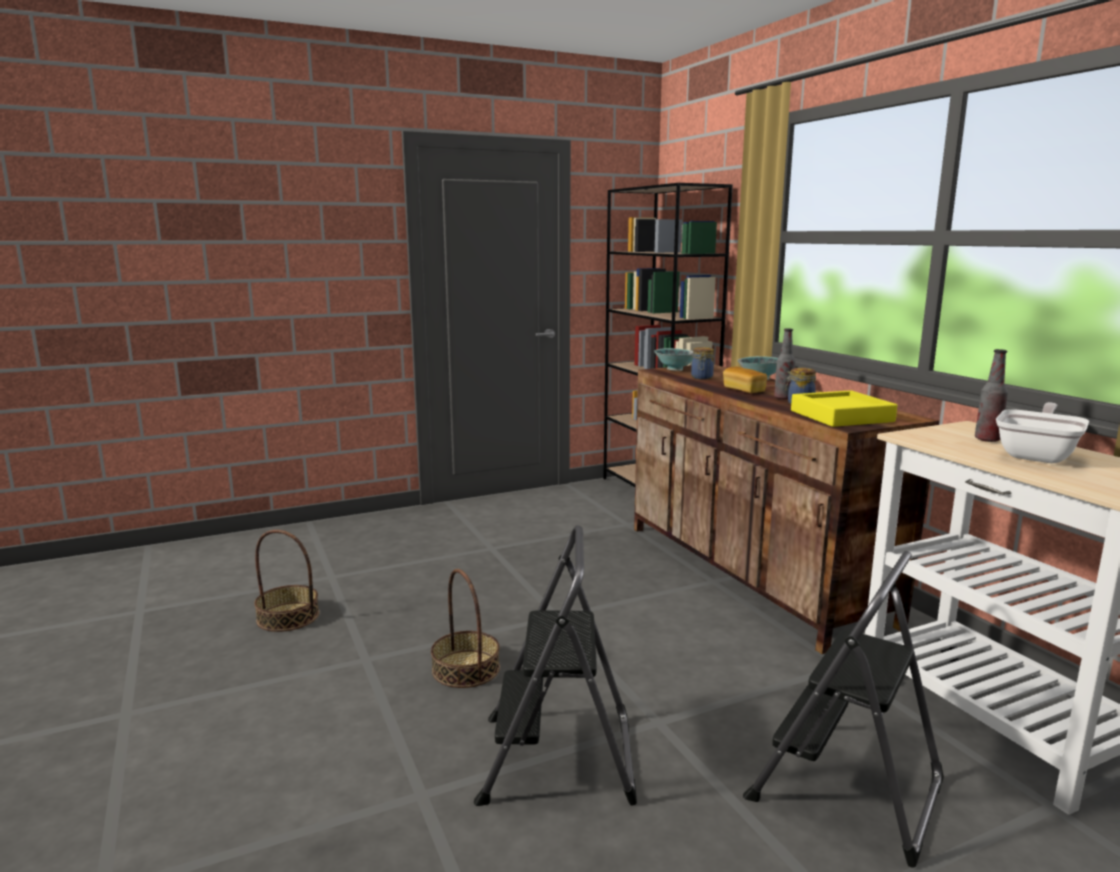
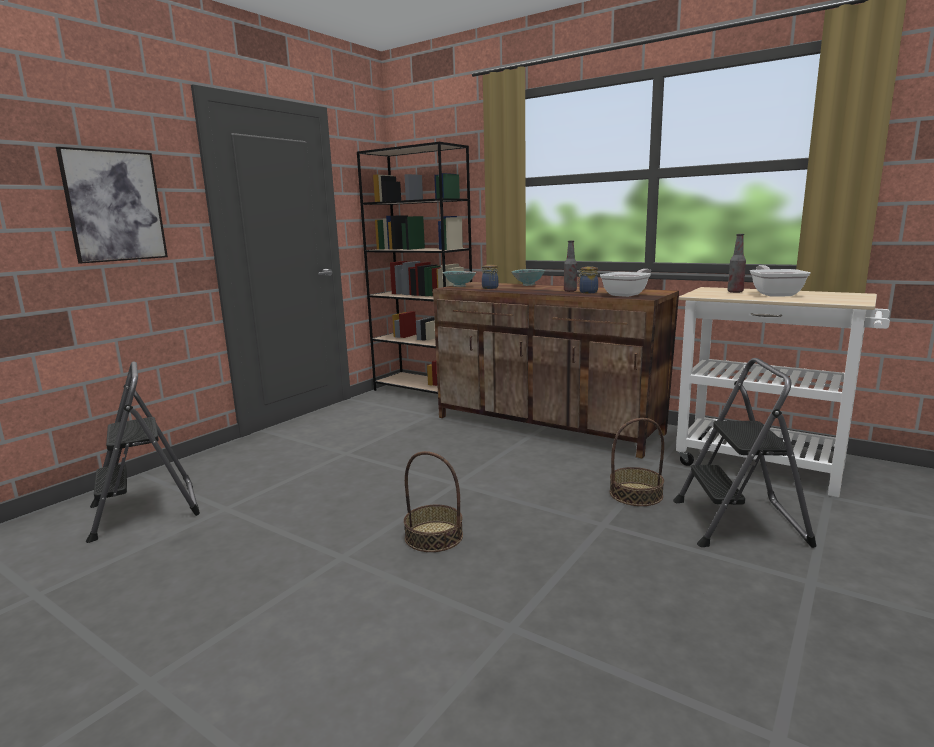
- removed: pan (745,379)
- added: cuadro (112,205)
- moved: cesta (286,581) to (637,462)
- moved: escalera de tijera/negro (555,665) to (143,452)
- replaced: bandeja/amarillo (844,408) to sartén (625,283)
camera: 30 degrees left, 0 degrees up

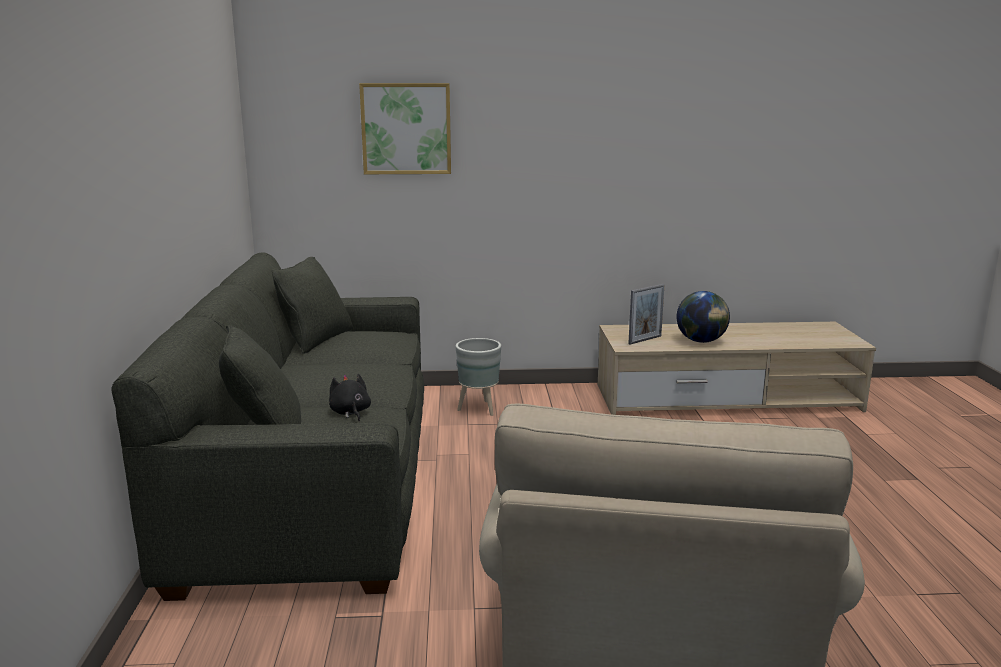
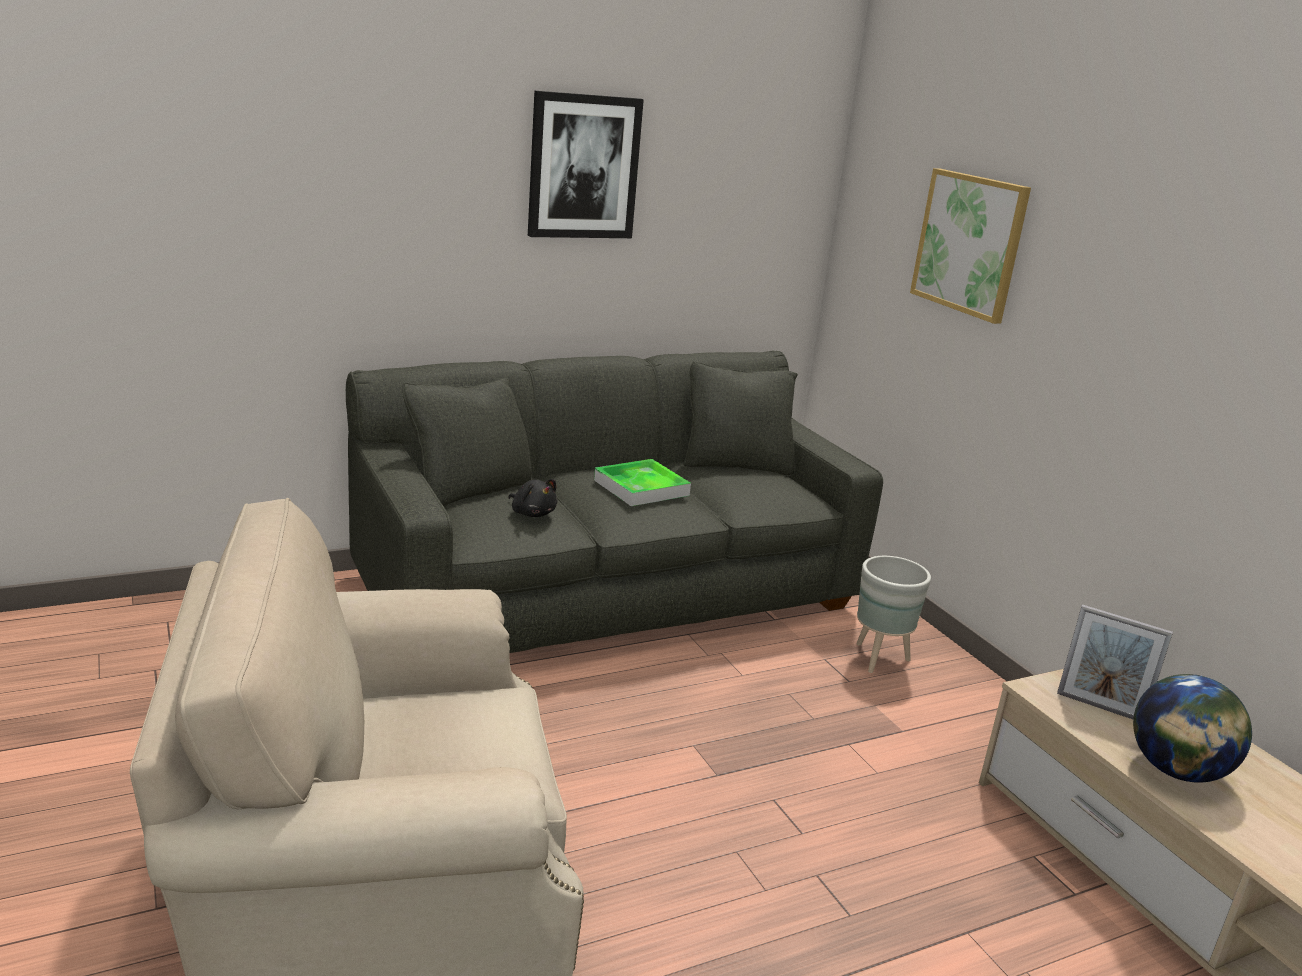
- added: cuadro (586,164)
- added: bandeja (642,482)
- turned: peluche/negro (350,398) = (532,498) 90 degrees clockwise
camera: 65 degrees right, 5 degrees up

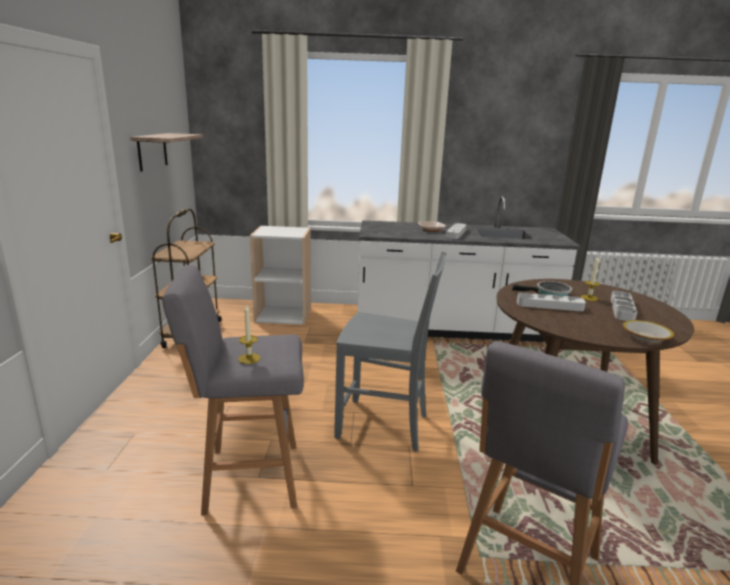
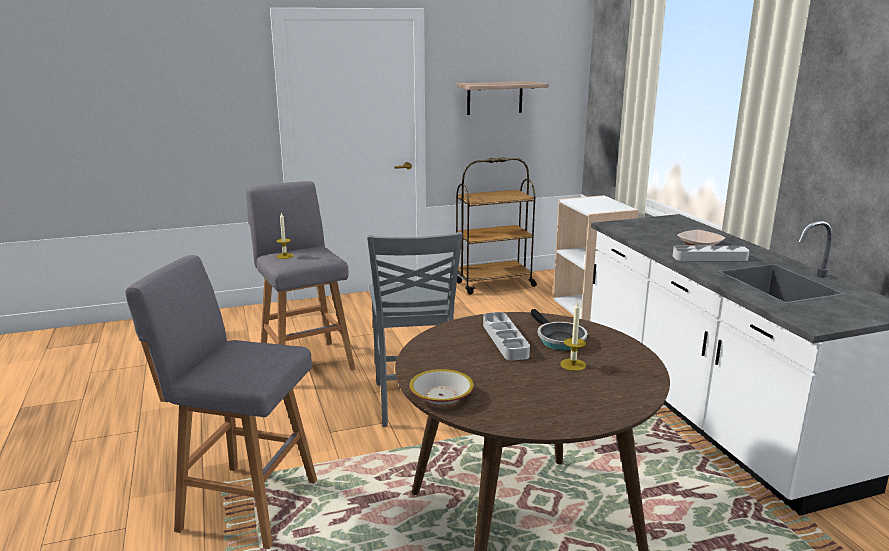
- removed: bandeja/gris (624,306)
camera: 70 degrees right, 0 degrees up

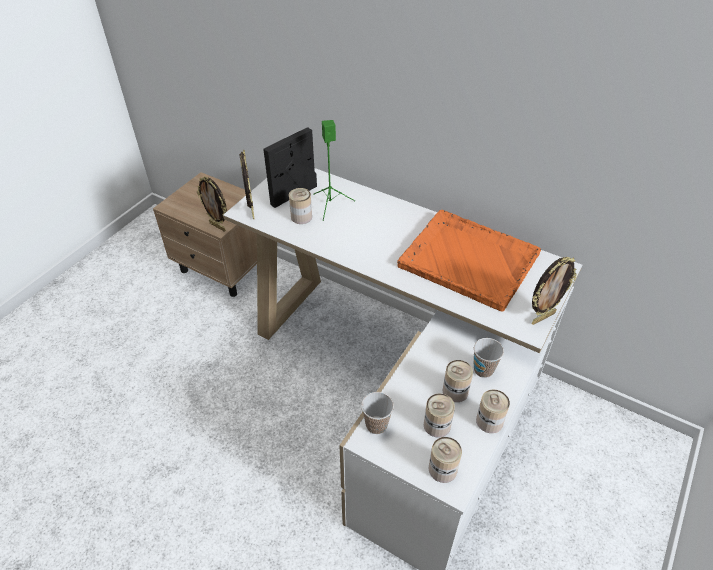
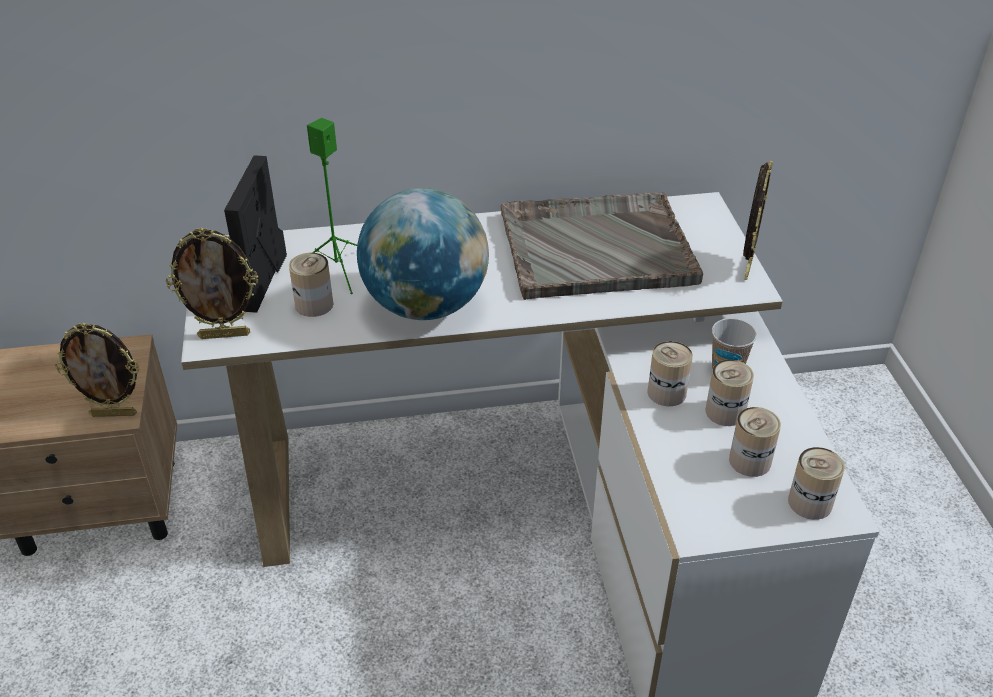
- removed: taza (377,413)
- added: globo terráqueo (423,254)
- moved: lata (493,411) to (670,373)
- recoloured: bandeja/naranja (469,261) to bandeja/gris (602,246)
- turned: portarretratos (247,184) = (212,283) 135 degrees clockwise
camera: 40 degrees left, 5 degrees down

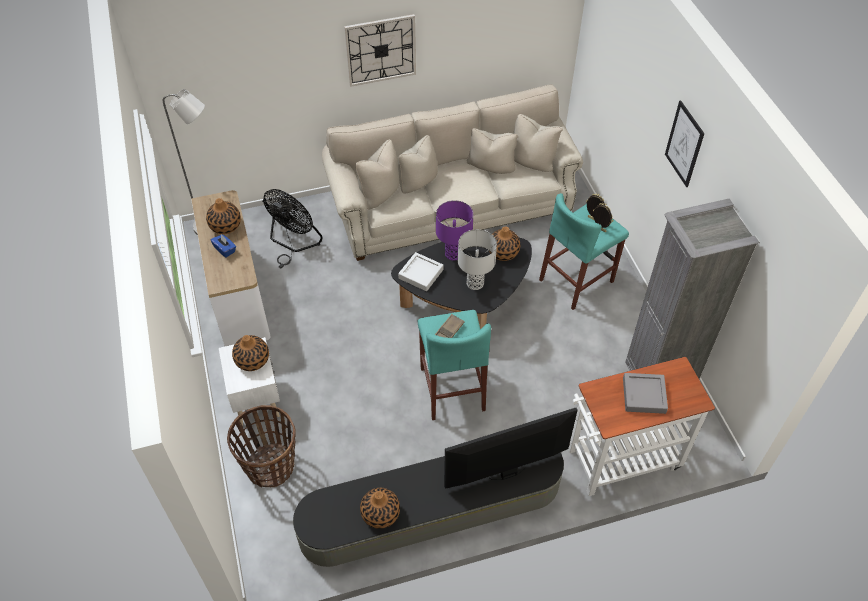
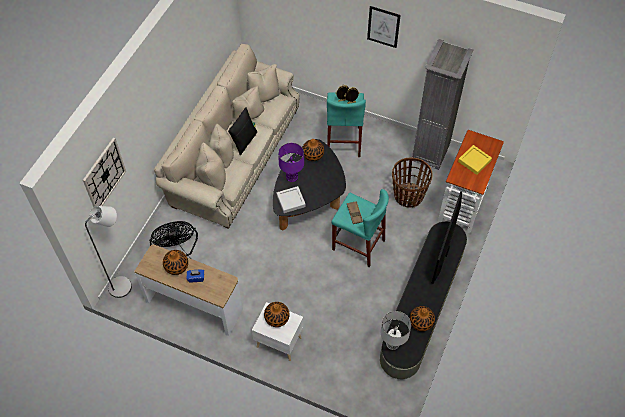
- added: cojín/negro (242,131)
- moved: cesta (261,446) to (412,182)
- moved: reloj de pared (380,50) to (104,172)
- moved: lámpara de mesa/blanco (477,259) to (396,330)
- recoloured: bandeja/gris (645,393) to bandeja/amarillo (475,160)
camera: 50 degrees left, 5 degrees up

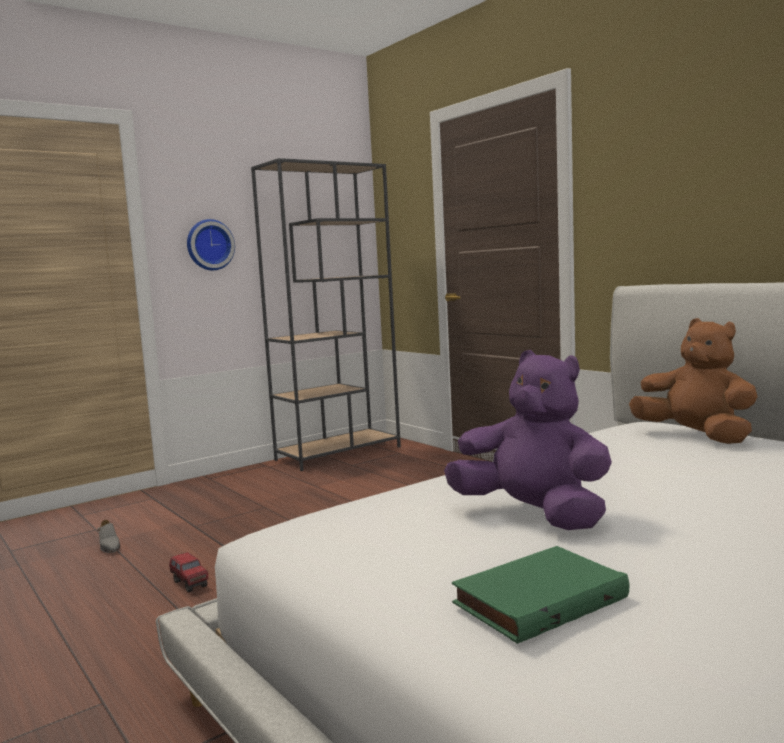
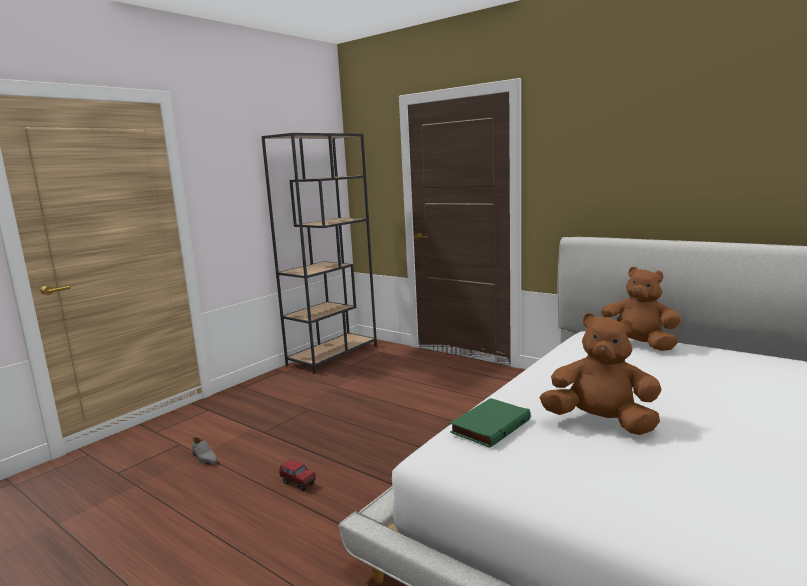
- removed: reloj de pared (211,244)
- moved: libro/verde (540,595) to (490,423)
- recoloured: peluche/morado (528,440) to peluche/marrón (600,374)
camera: 15 degrees left, 5 degrees up

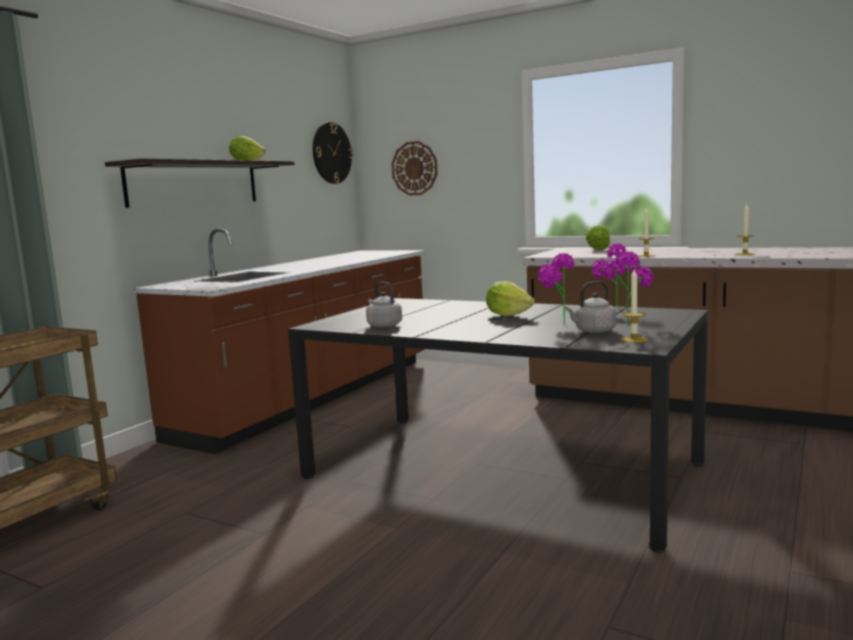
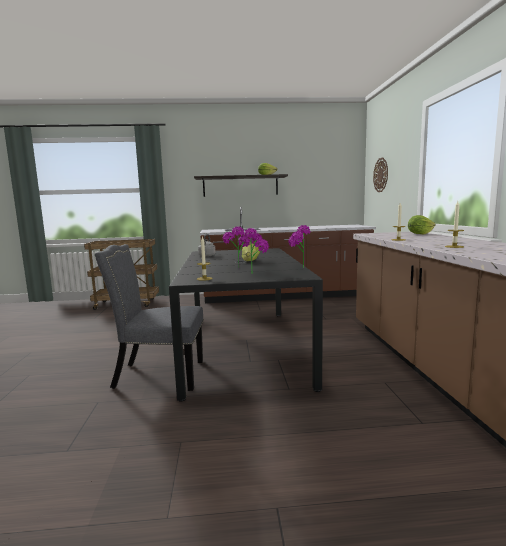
- removed: reloj de pared (333,153)
- removed: hervidor/gris (591,307)
- added: silla/gris (149,317)
camera: 55 degrees right, 0 degrees up

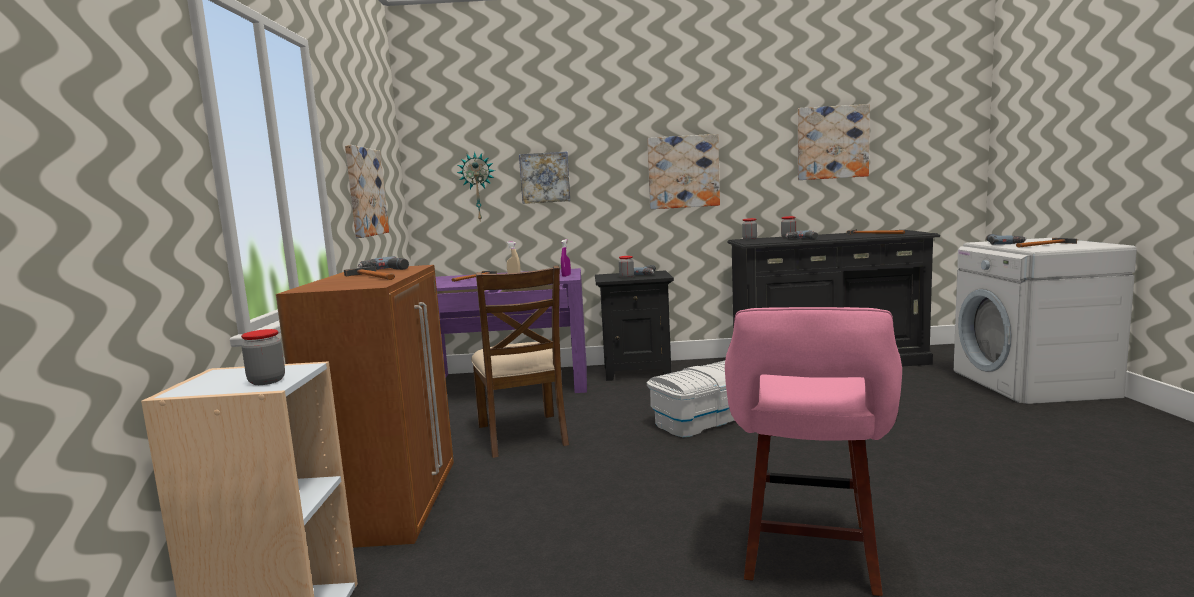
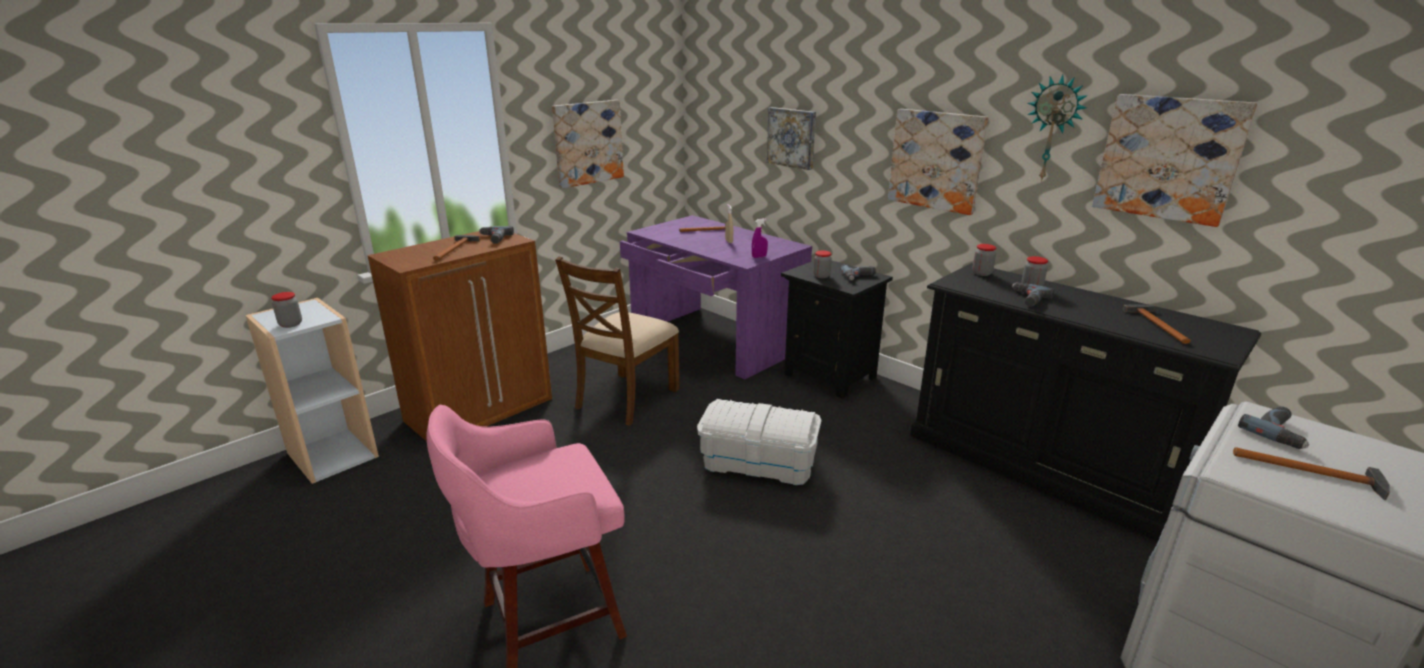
- moved: reloj de pared (476,186) to (1057,128)
camera: 45 degrees right, 15 degrees up

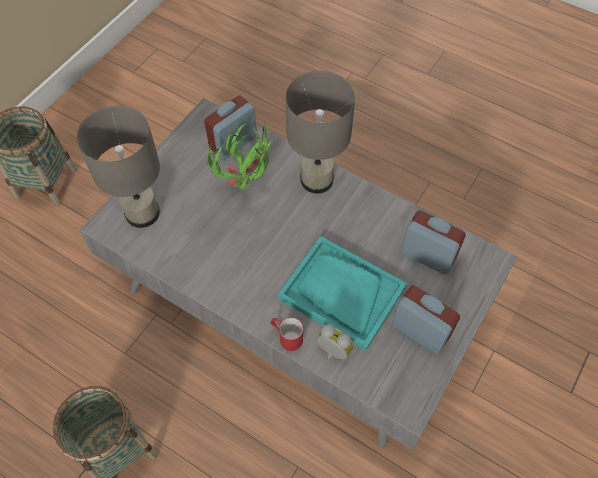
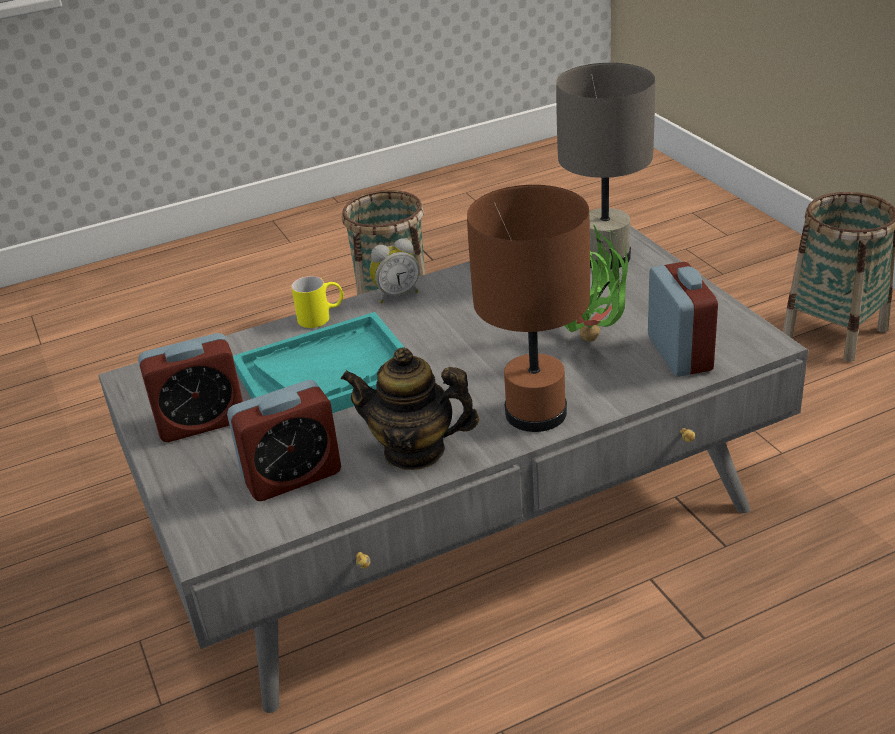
- added: tetera (410,408)
- moved: despertador (335,342) to (394,270)
- recoloured: taza grande/rojo (286,334) to taza grande/amarillo (317,302)
- recoloured: lámpara de mesa/gris (320,132) to lámpara de mesa/marrón (528,308)
camera: 125 degrees right, 25 degrees down

